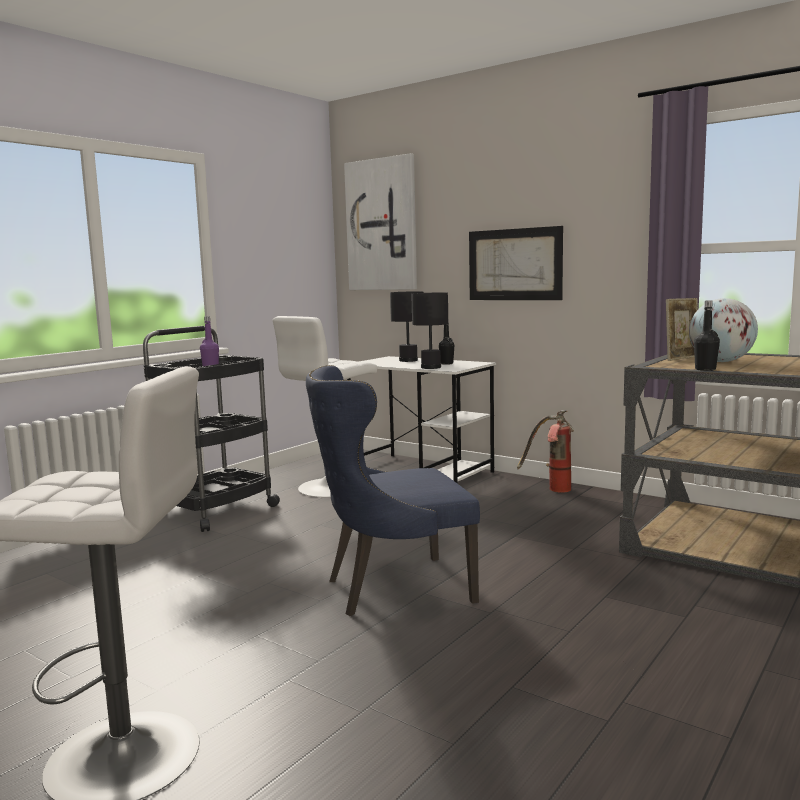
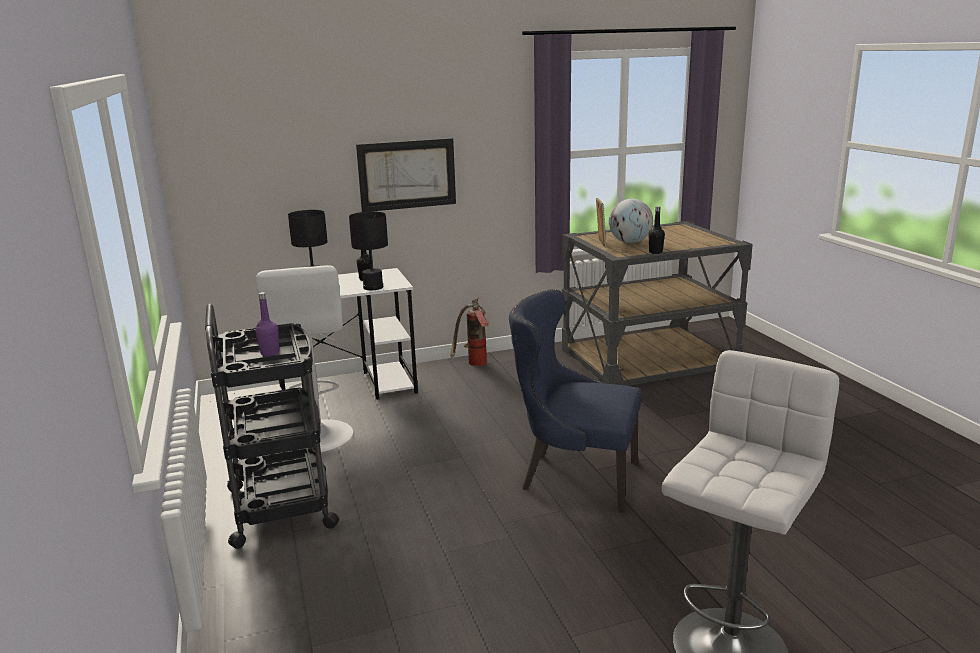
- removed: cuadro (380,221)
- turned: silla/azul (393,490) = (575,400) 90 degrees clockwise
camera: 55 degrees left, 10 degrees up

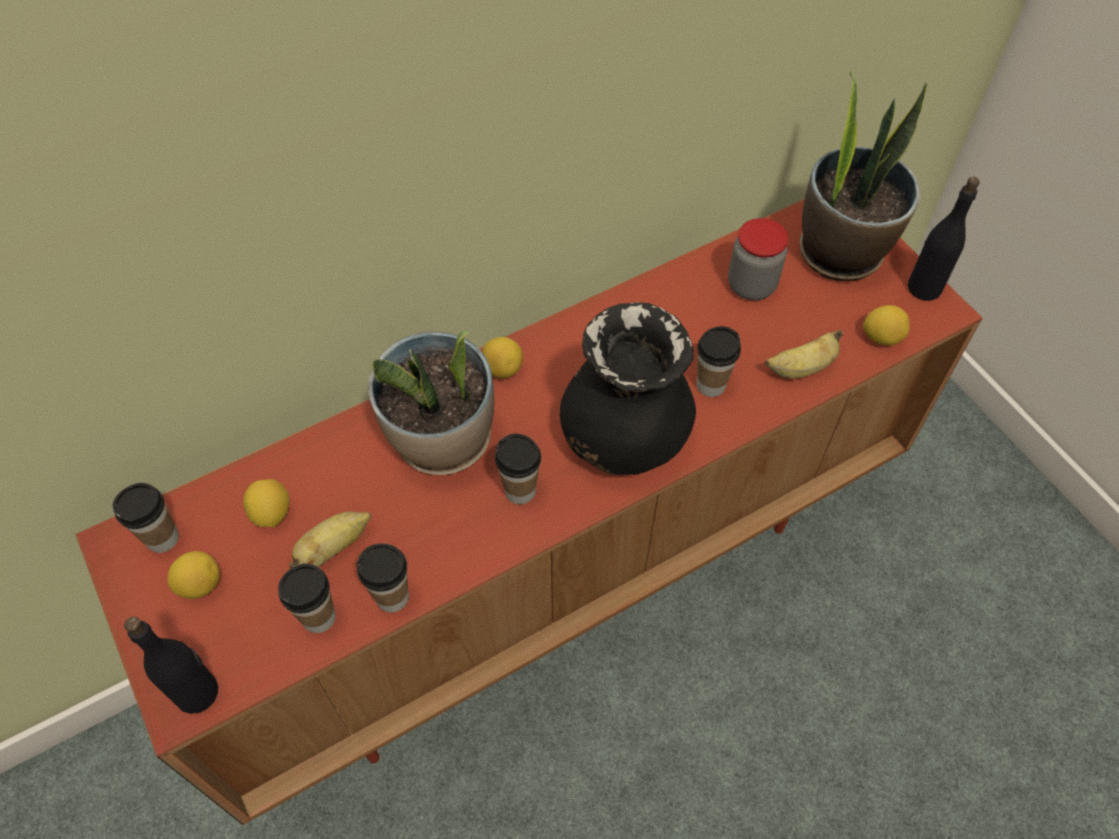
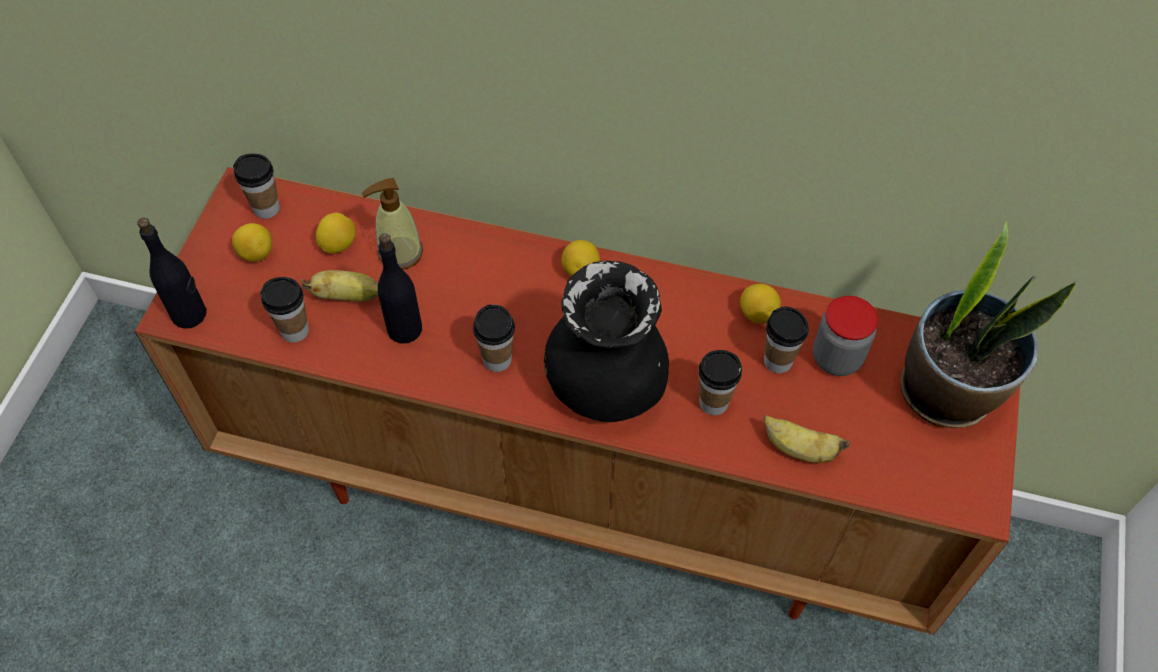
- removed: planta en maceta (431,402)
- added: dispensador de jabón (392,223)
- moved: taza (383,577) to (786,339)
- moved: limón (886,325) to (760,304)
- moved: botella/negro (943,239) to (400,288)
camera: 45 degrees right, 0 degrees up

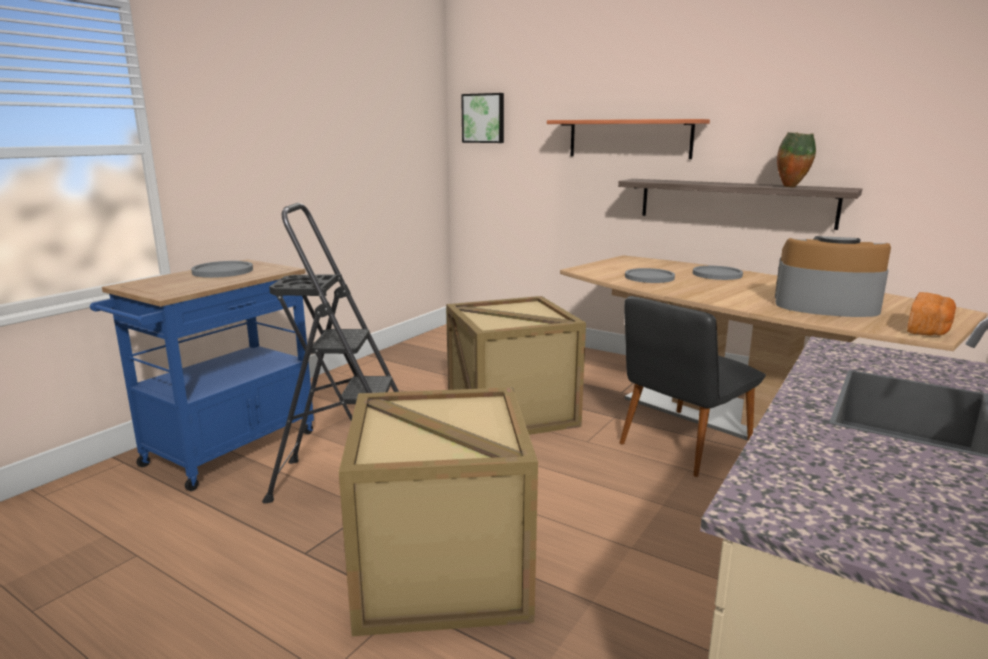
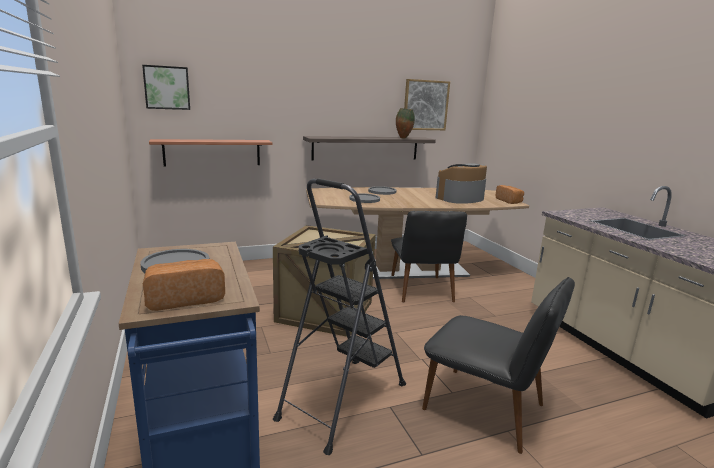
- added: pan (184,285)
- added: cuadro (427,104)
- moved: estante (628,139) to (211,152)
- replaced: caja de embalaje (438,511) to silla/negro (498,365)
camera: 55 degrees left, 0 degrees up

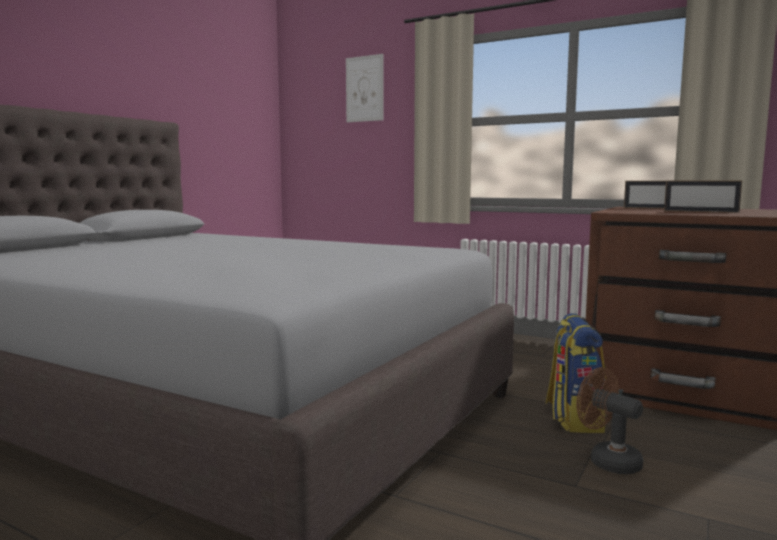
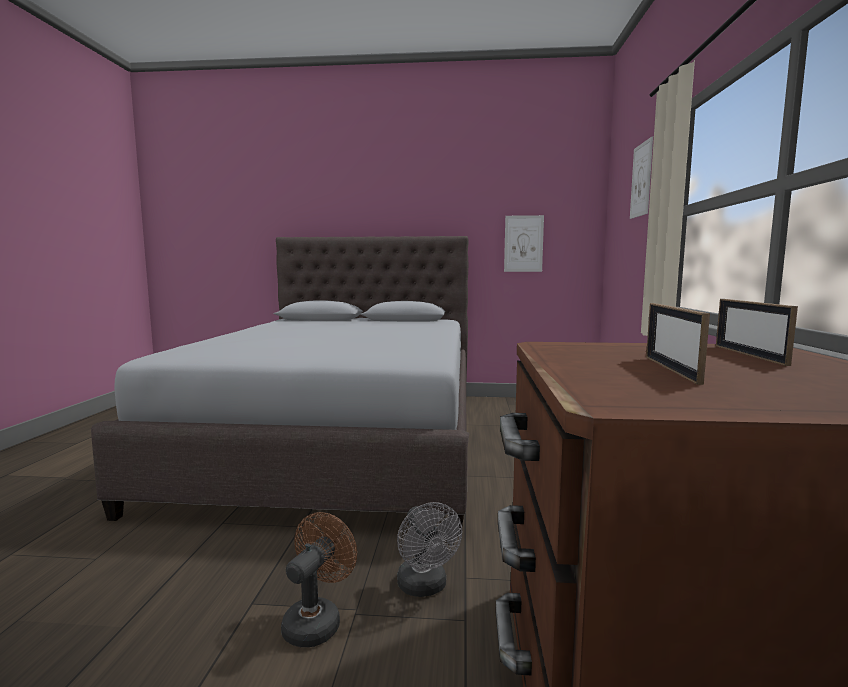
- added: cuadro (524,243)
- replaced: mochila (576,373) to ventilador/gris (430,549)
camera: 65 degrees right, 0 degrees up

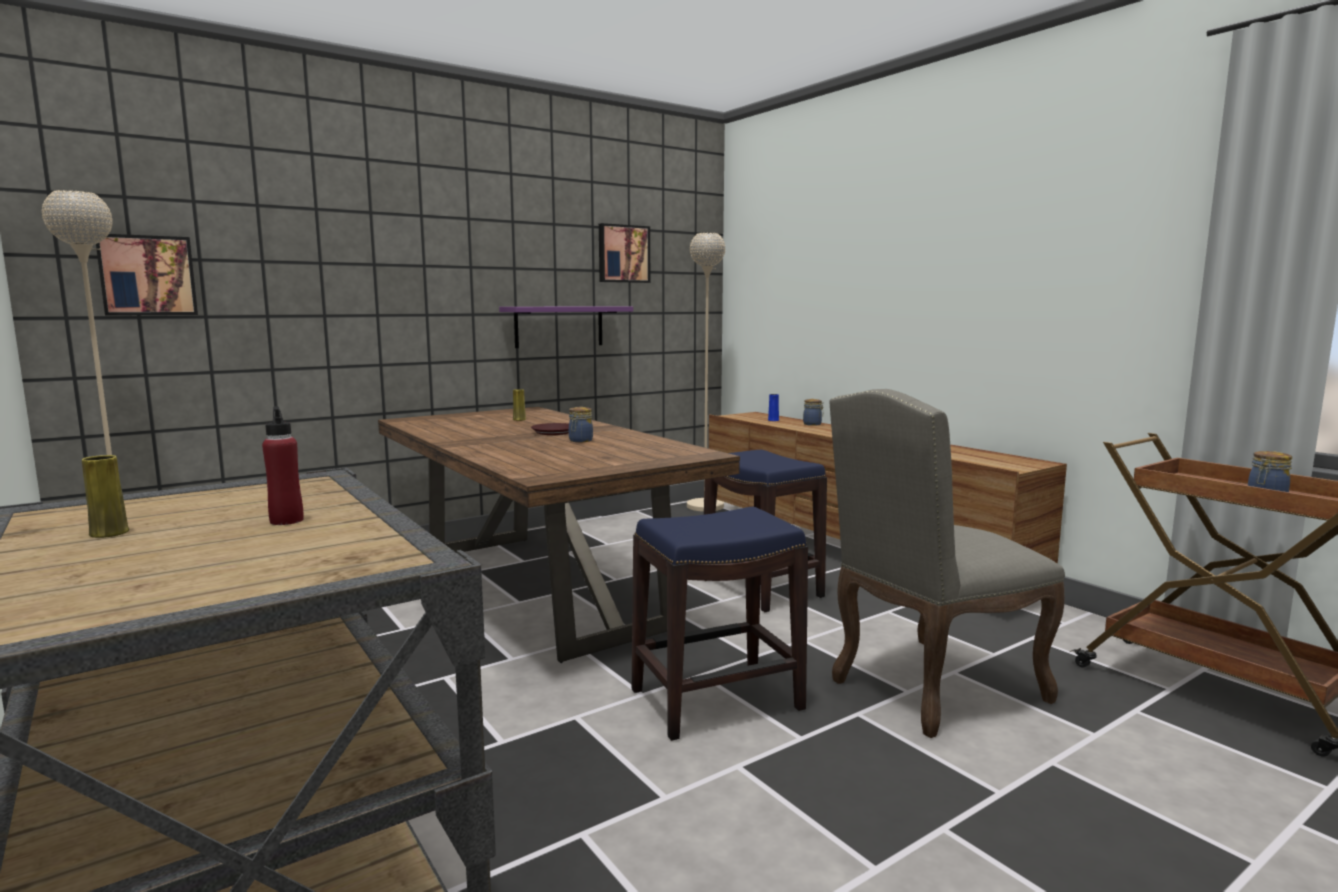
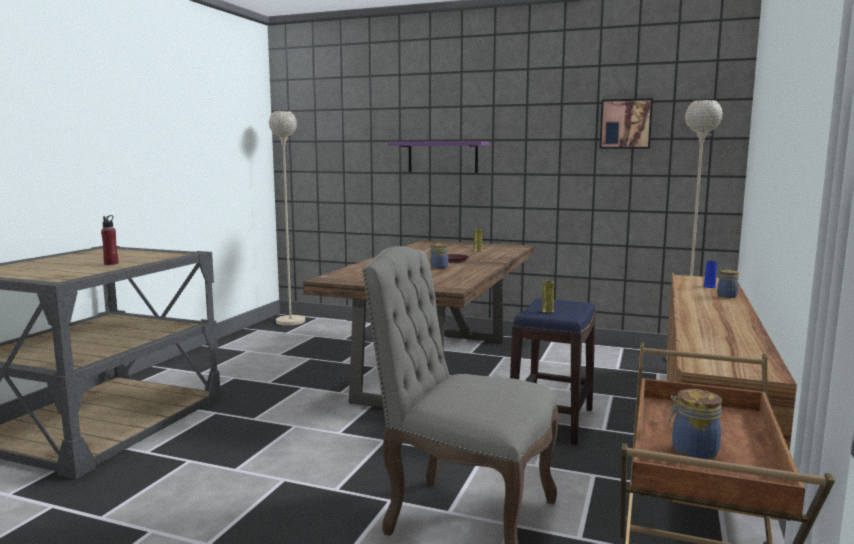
- removed: cuadro (147,275)
- removed: taburete (720,624)
- moved: florero/amarillo (105,496) to (547,297)
- moved: estante/morado (566,327) to (438,157)
camera: 55 degrees right, 0 degrees up

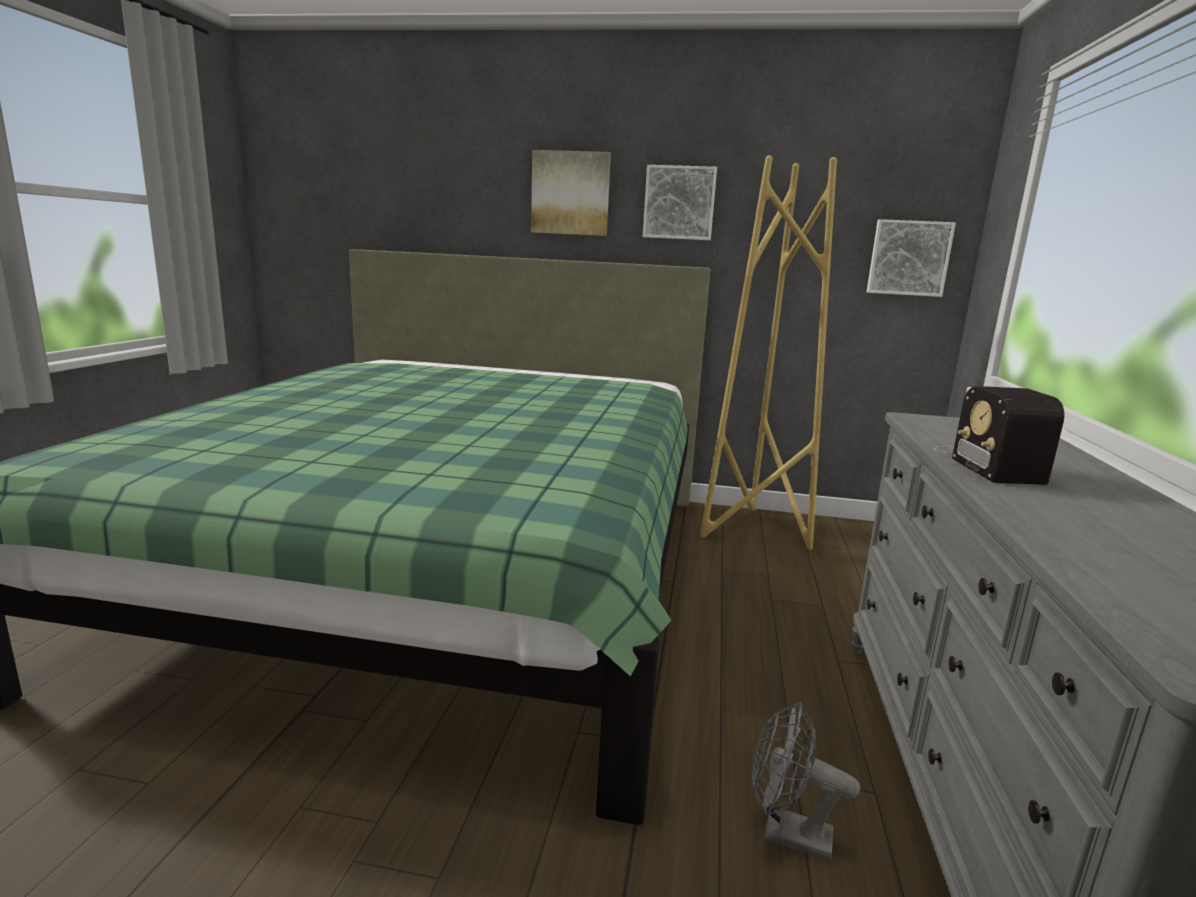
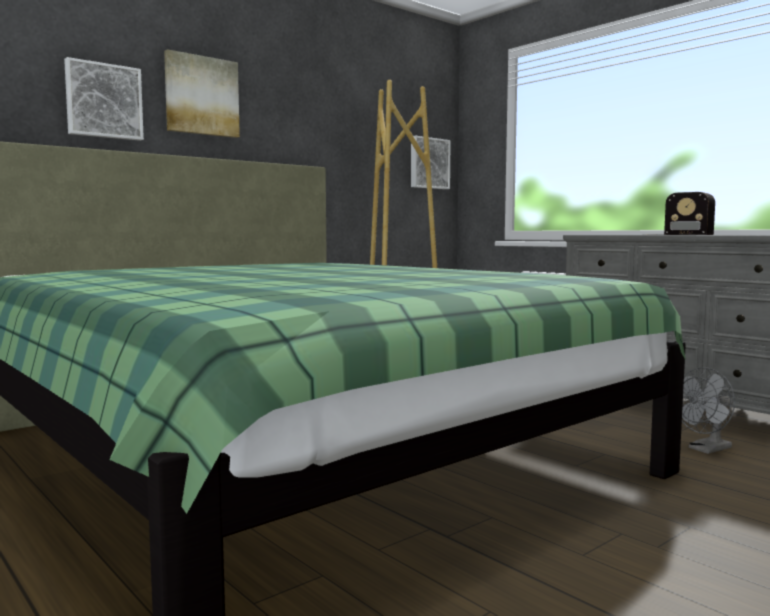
- moved: cuadro (680,202) to (104,99)
camera: 50 degrees left, 10 degrees down

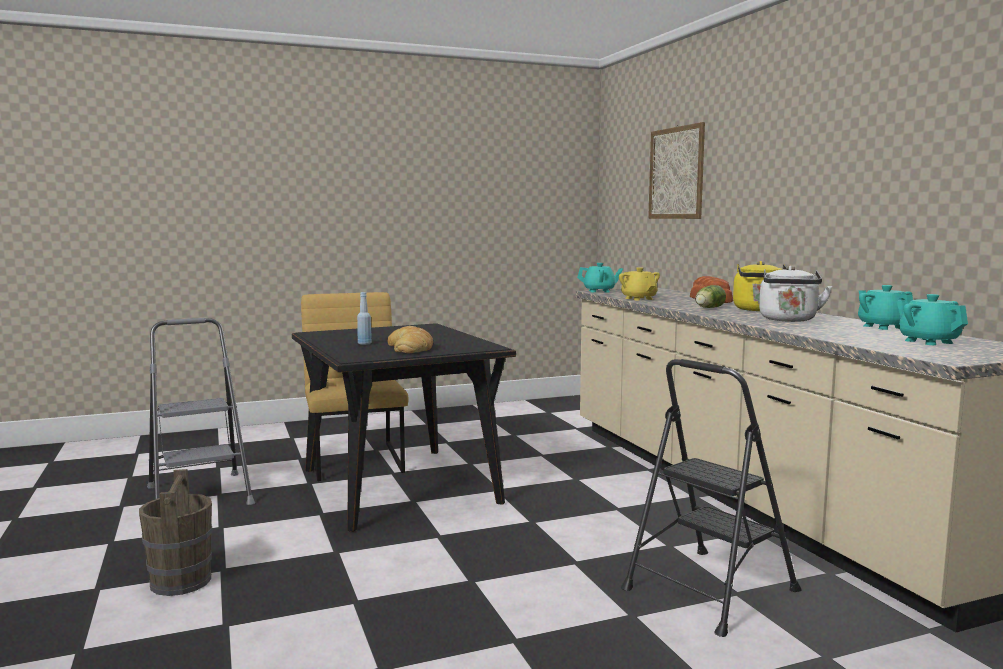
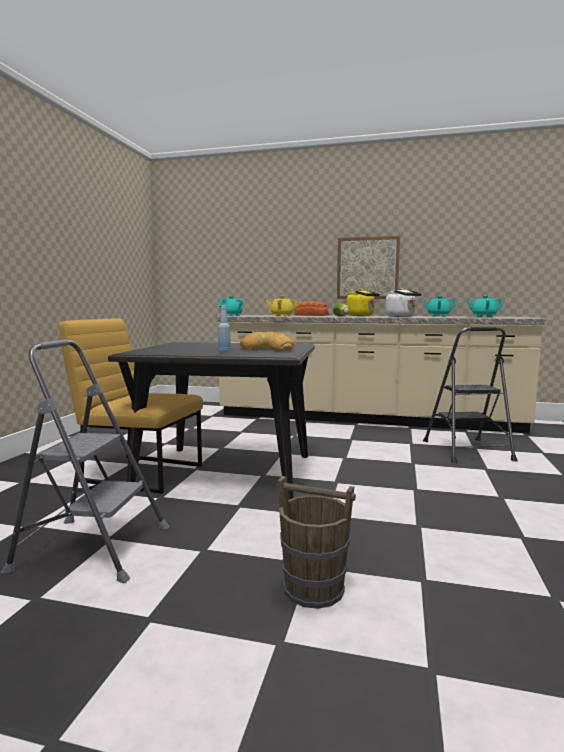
- moved: cuadro (676,170) to (368,267)
camera: 55 degrees left, 0 degrees up

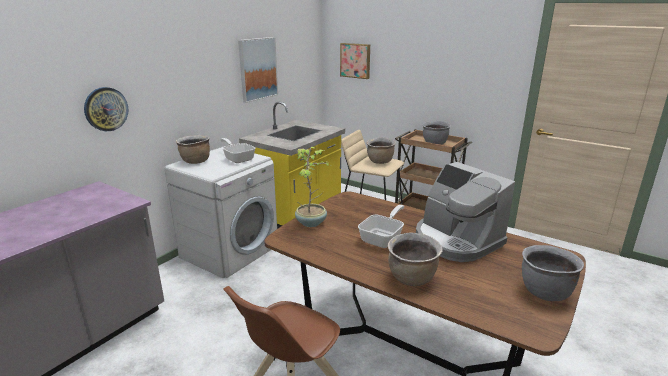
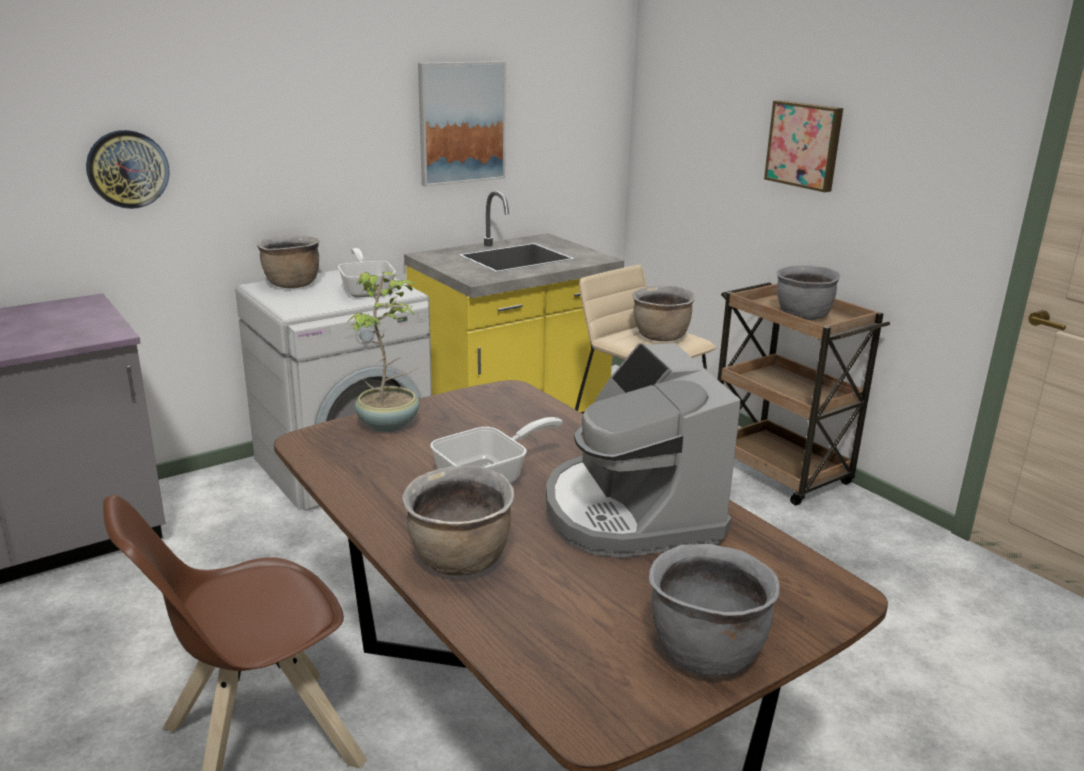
- moved: cuadro (355,61) to (803,146)
camera: 20 degrees right, 0 degrees up

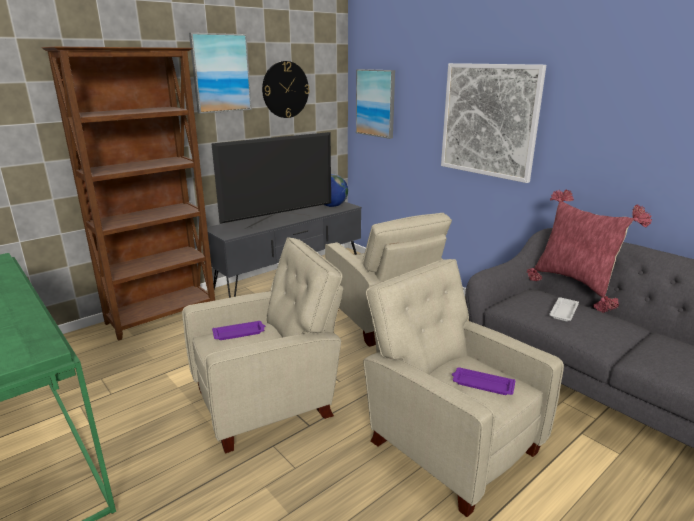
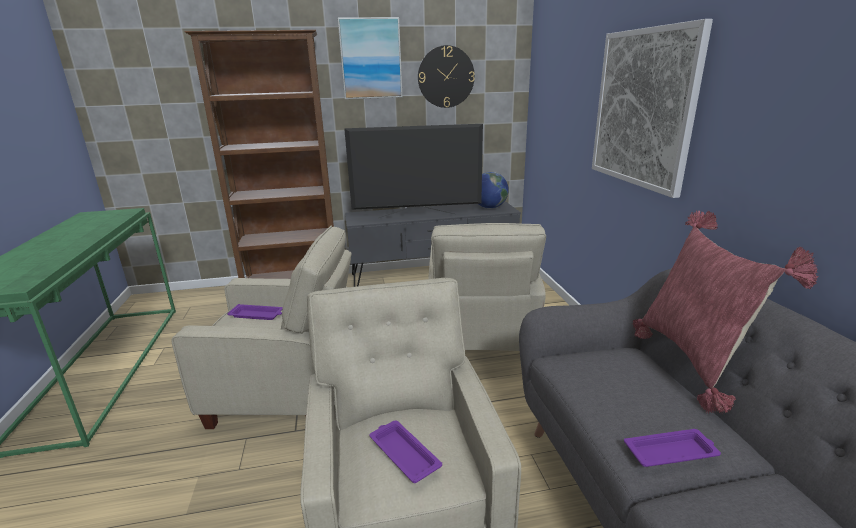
- removed: cuadro (375,104)
- removed: bandeja/blanco (564,309)
- added: bandeja/morado (672,448)
camera: 30 degrees right, 0 degrees up

